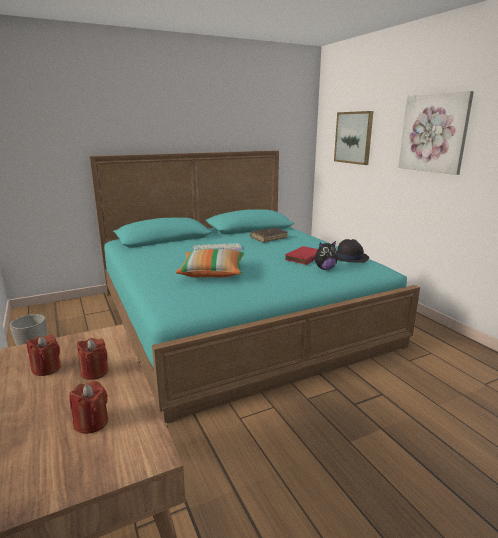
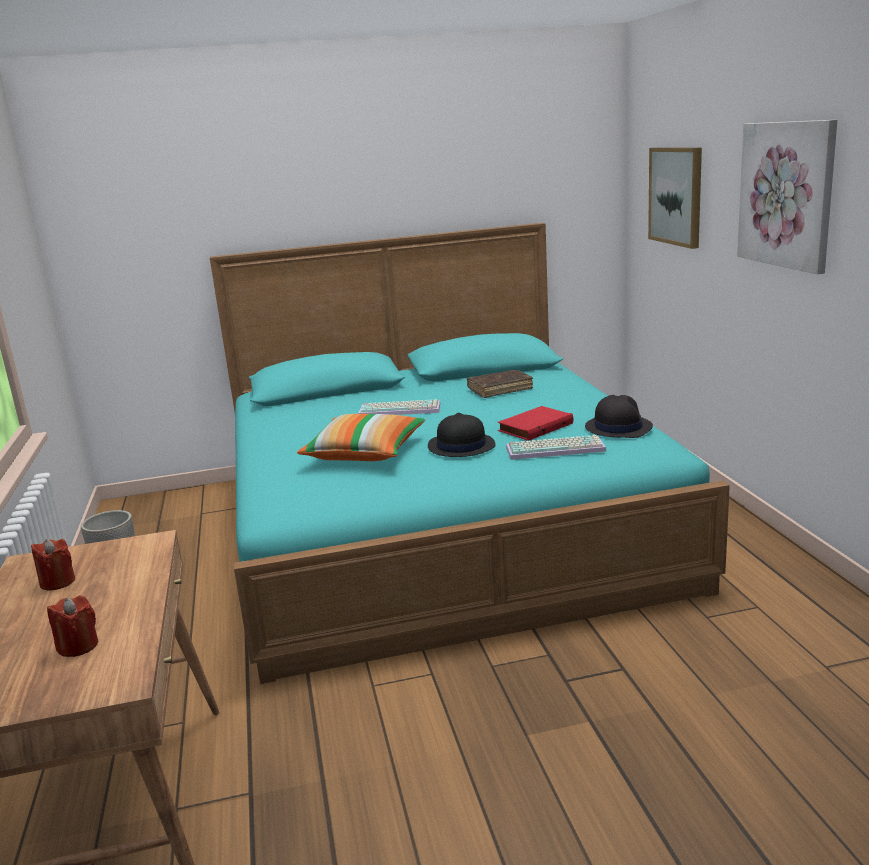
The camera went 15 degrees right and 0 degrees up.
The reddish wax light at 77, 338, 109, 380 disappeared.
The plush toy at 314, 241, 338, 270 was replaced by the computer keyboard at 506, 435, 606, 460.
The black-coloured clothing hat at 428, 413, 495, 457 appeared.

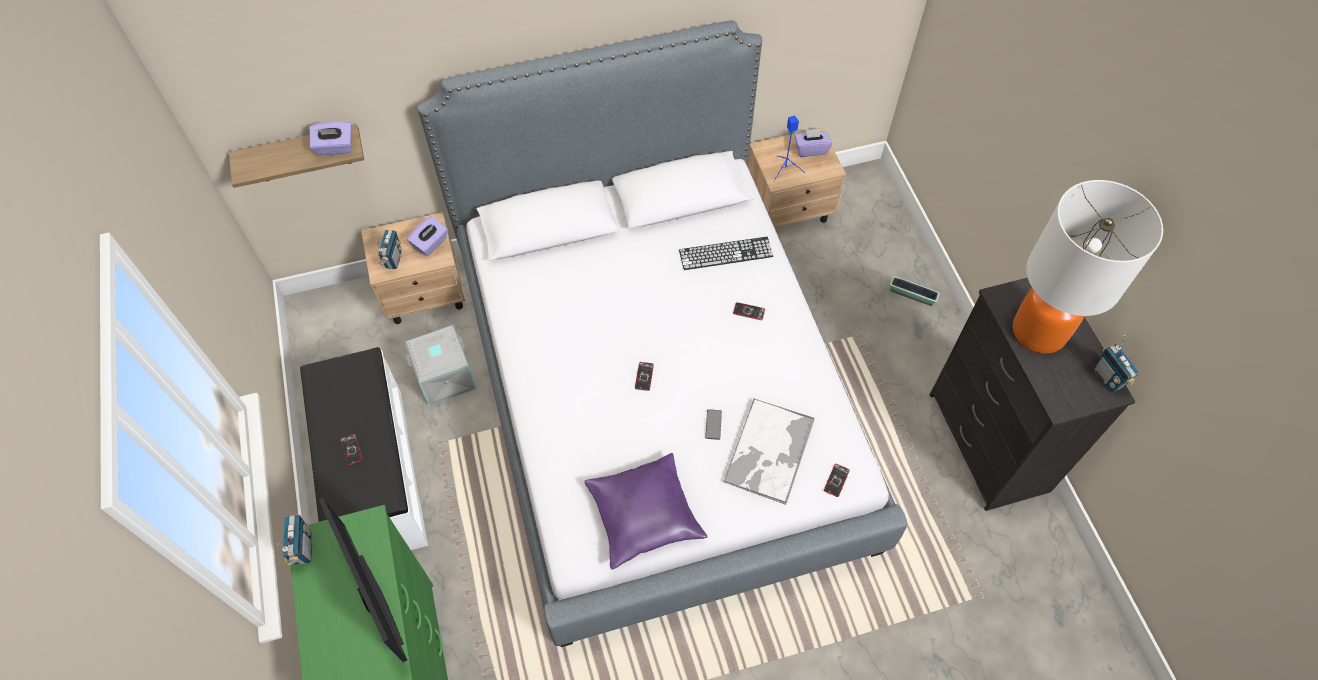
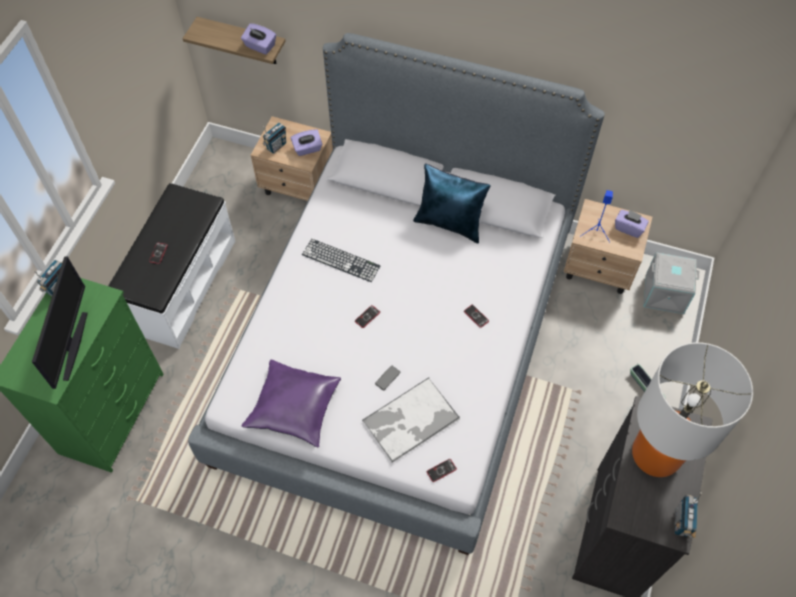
The camera went 35 degrees right and 0 degrees up.
The grey storage container moved from 405, 325, 476, 406 to 643, 252, 699, 314.
The computer keyboard moved from 679, 237, 774, 270 to 302, 239, 380, 282.
The bluish cushion at 413, 164, 491, 244 appeared.

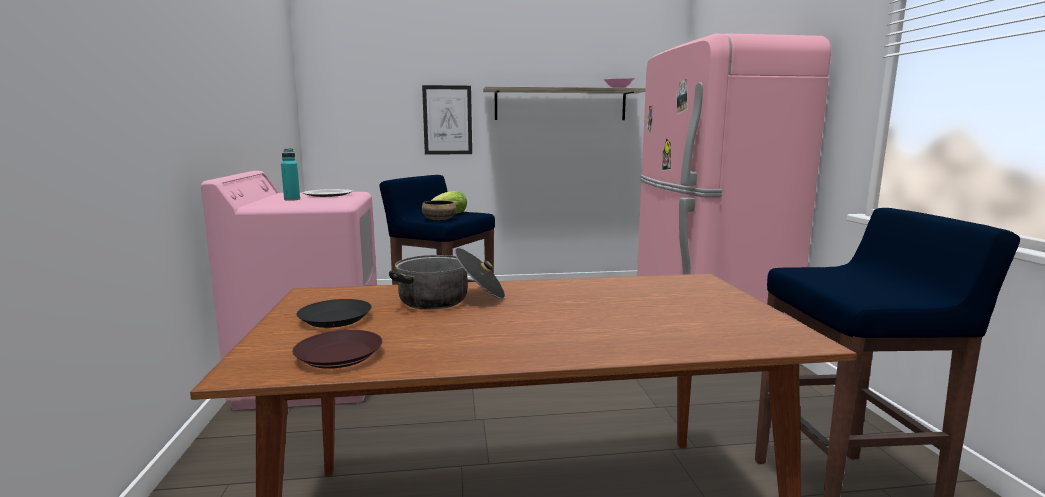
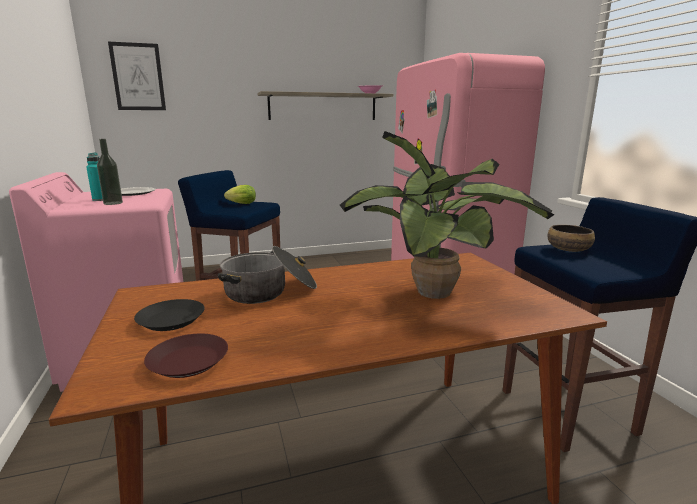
The camera went 10 degrees left and 5 degrees up.
The wall art moved from 422, 85, 472, 155 to 108, 42, 166, 110.
The bowl moved from 422, 200, 456, 220 to 547, 225, 595, 252.
The drink bottle at 97, 139, 123, 205 appeared.
The houseplant at 340, 131, 555, 299 appeared.

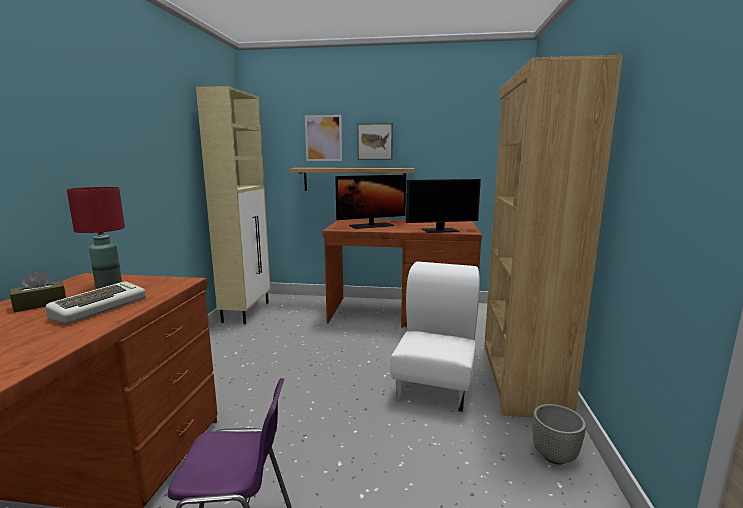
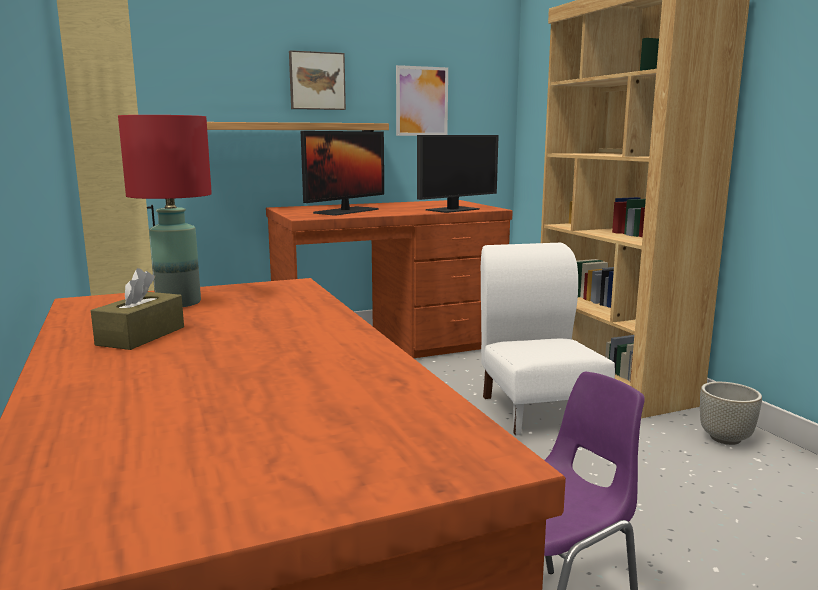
The camera went 30 degrees left and 0 degrees up.
The computer keyboard at 45, 281, 146, 324 disappeared.
The wall art moved from 305, 115, 342, 161 to 396, 65, 448, 136.

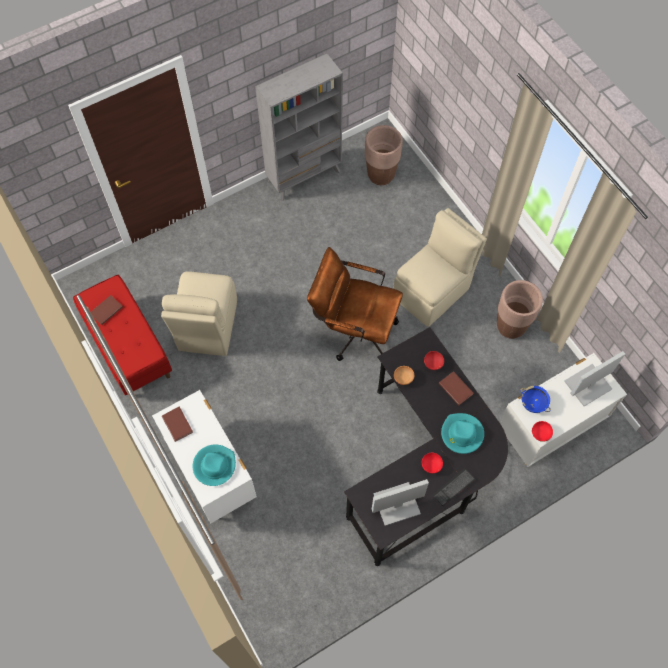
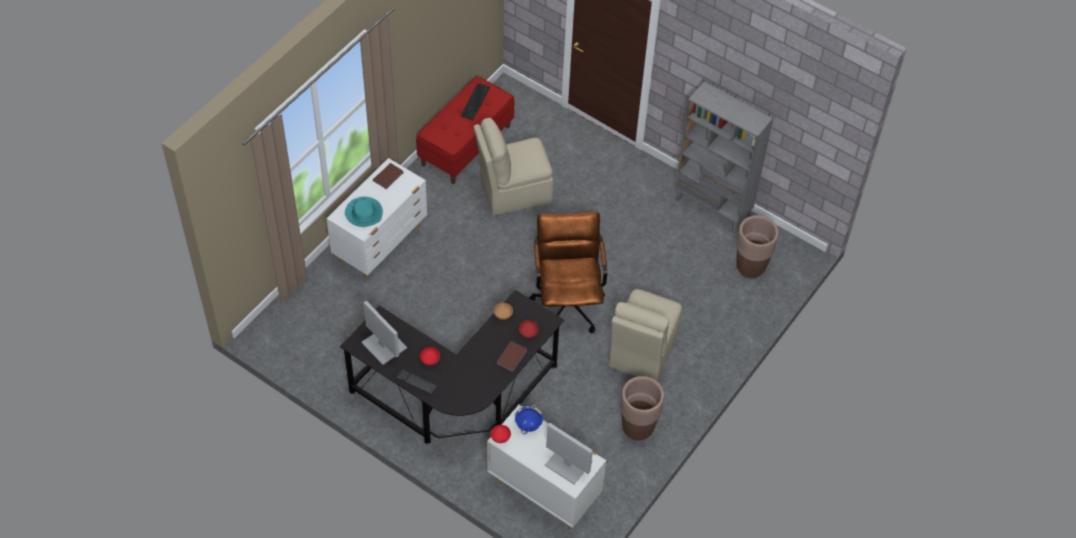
The camera went 65 degrees right and 10 degrees down.
The brownish bound book at 91, 295, 123, 325 was replaced by the computer keyboard at 461, 83, 490, 120.
The sand-coloured chair at 393, 208, 487, 327 turned 90 degrees clockwise.
The turquoise clothing hat at 441, 413, 484, 454 disappeared.

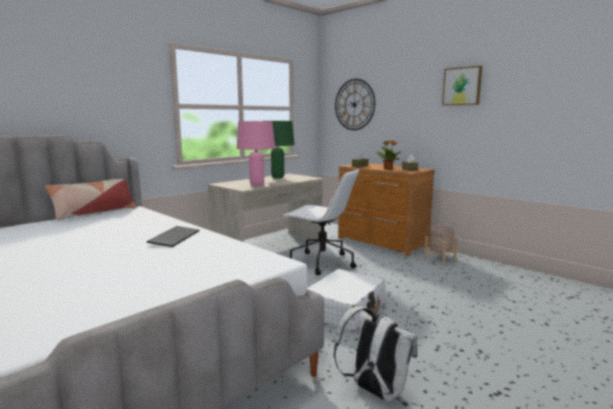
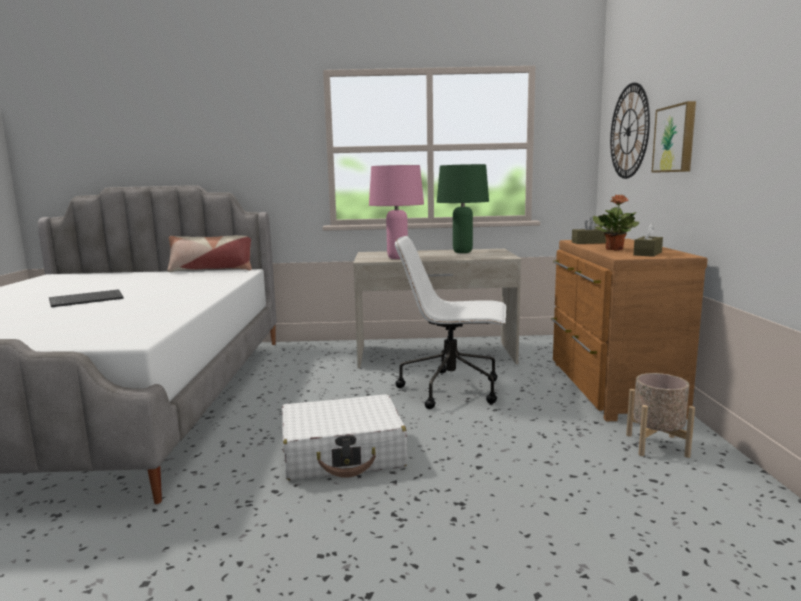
The camera went 45 degrees right and 0 degrees up.
The computer keyboard moved from 147, 226, 199, 247 to 49, 289, 124, 307.
The white-coloured computer chair at 282, 168, 359, 275 turned 120 degrees clockwise.
The white-coloured rucksack at 334, 307, 417, 402 disappeared.
The wall art moved from 442, 66, 482, 105 to 651, 101, 696, 173.

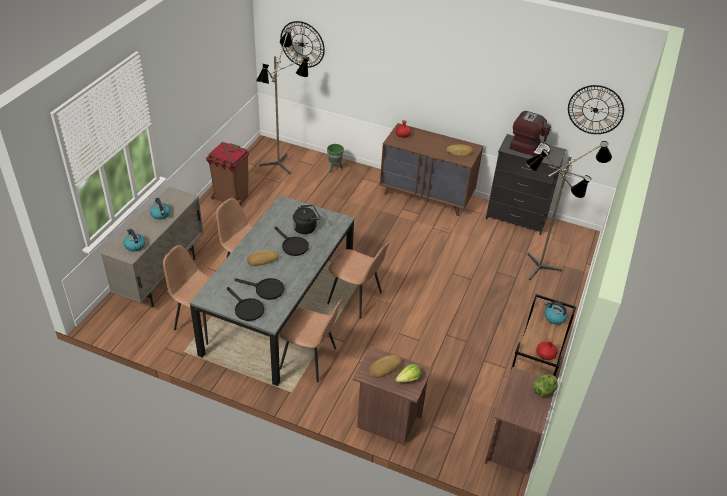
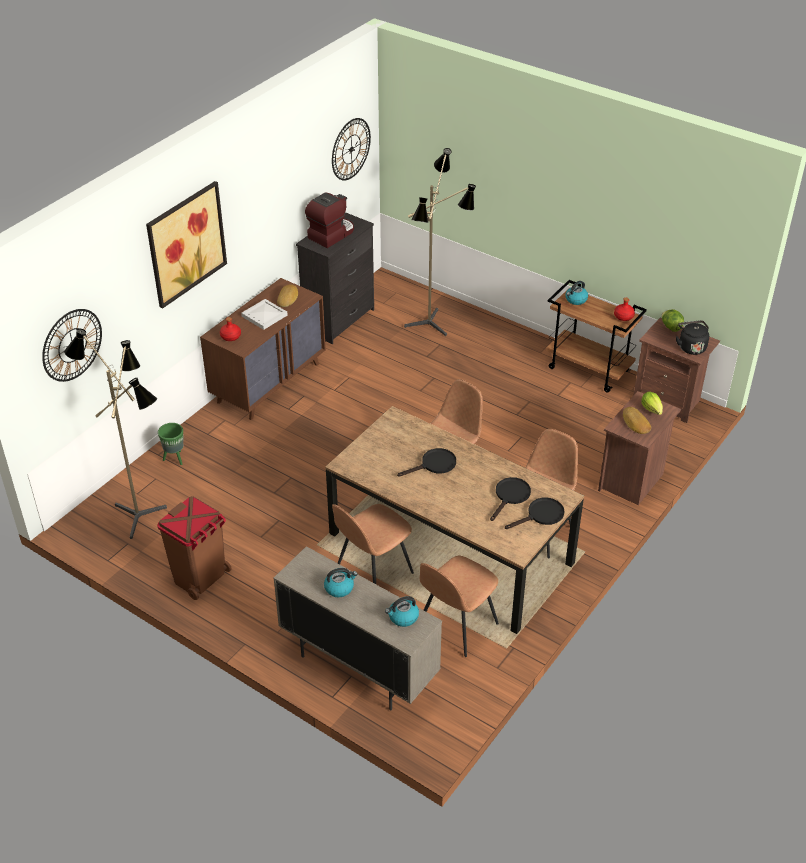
The camera went 75 degrees left and 0 degrees up.
The grey dinner table at 189, 195, 355, 386 became the brownish dinner table at 325, 406, 584, 634.
The bread at 247, 250, 279, 266 disappeared.
The black-coloured tea kettle moved from 293, 205, 321, 234 to 676, 320, 709, 355.
The wall art at 146, 181, 227, 309 appeared.
The white-coloured tray at 241, 299, 288, 330 appeared.

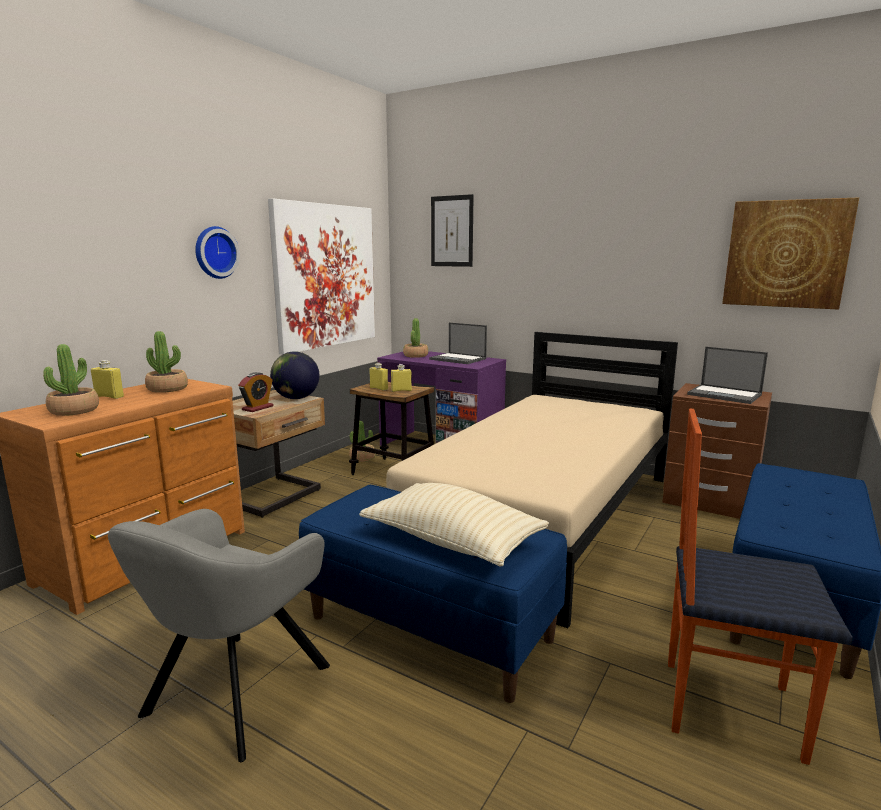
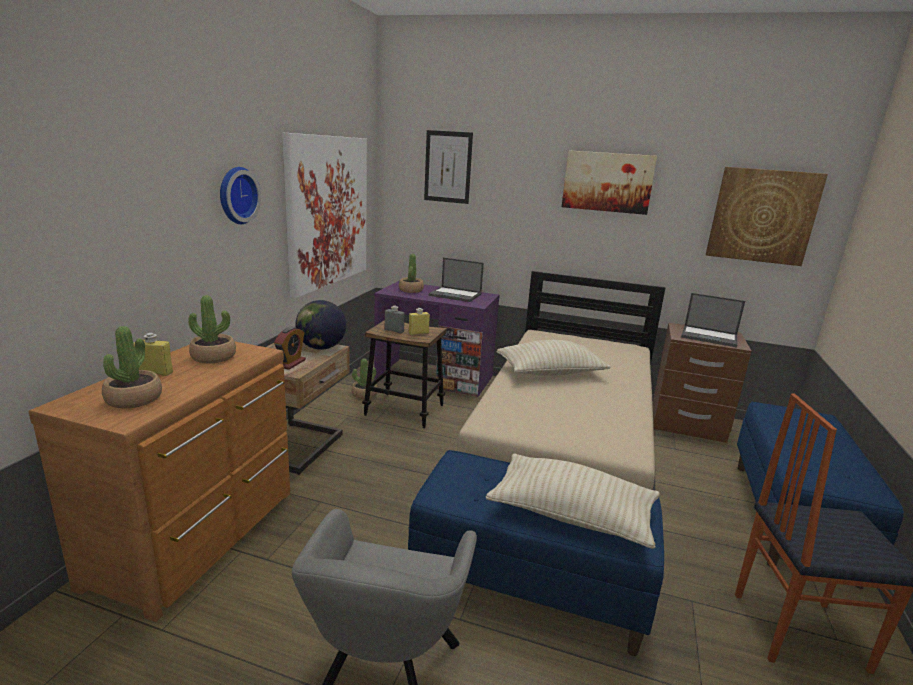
The camera went 15 degrees left and 5 degrees up.
The yellow-coloured drink bottle at 369, 363, 388, 391 became the grey drink bottle at 384, 305, 405, 334.
The sand-coloured cushion at 497, 340, 611, 376 appeared.
The wall art at 562, 150, 657, 215 appeared.

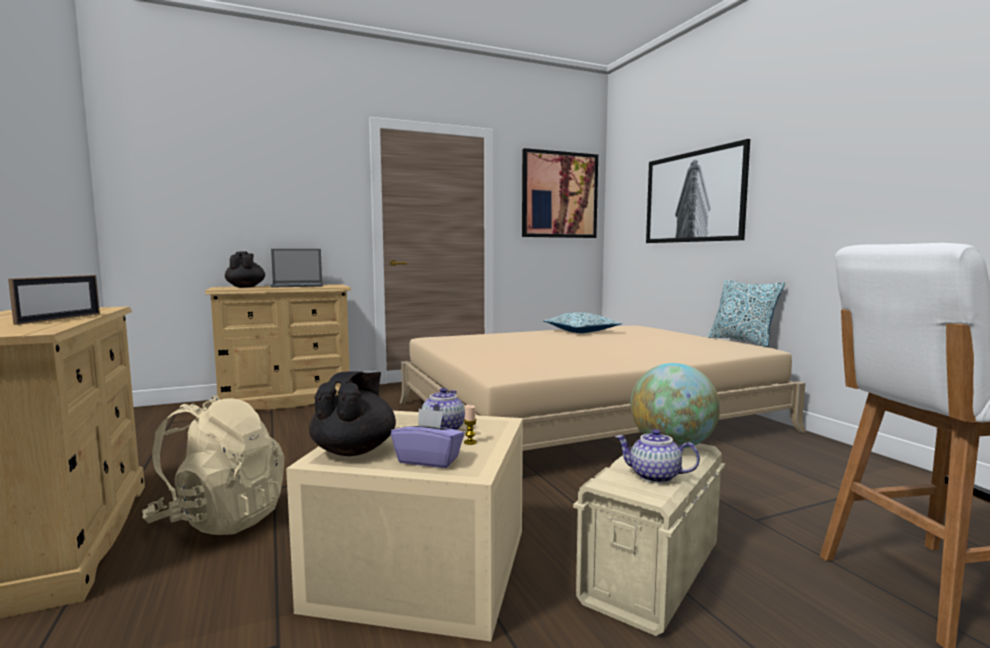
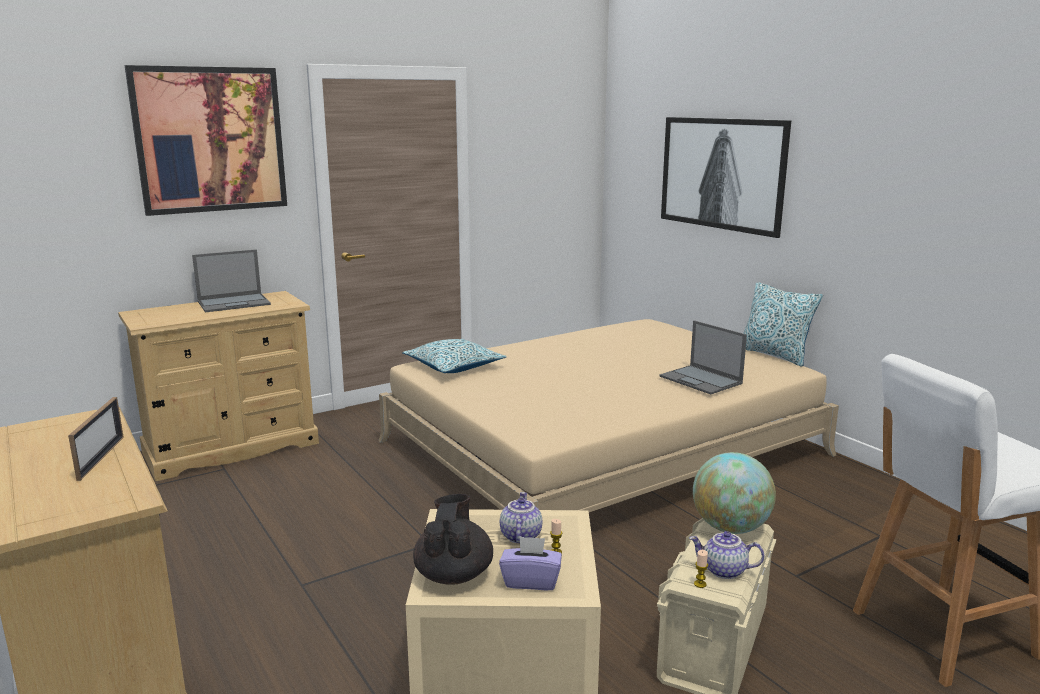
The camera went 10 degrees left and 10 degrees up.
The sand-coloured rucksack at 142, 396, 284, 535 disappeared.
The black-coloured pot for tea at 225, 251, 265, 288 disappeared.
The wall art moved from 522, 148, 598, 238 to 125, 65, 287, 216.
The cushion moved from 543, 312, 623, 333 to 403, 339, 507, 373.
The laptop at 659, 320, 747, 394 appeared.
The wax light at 694, 550, 708, 588 appeared.

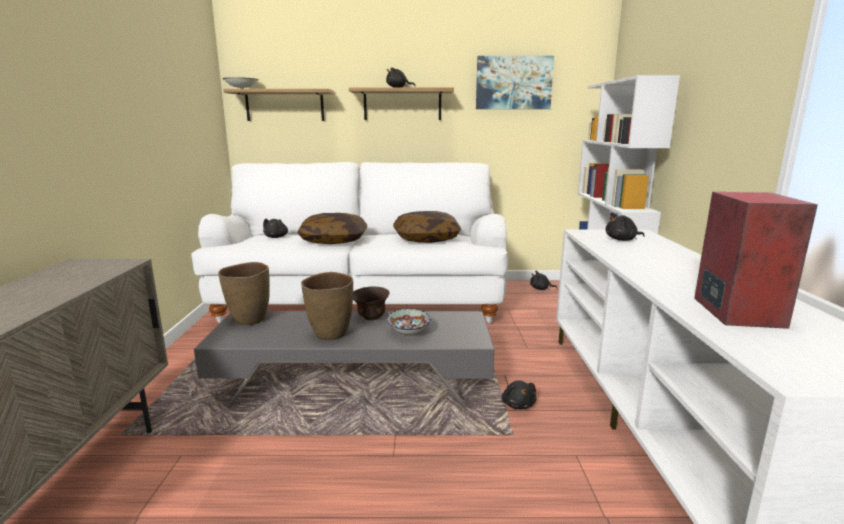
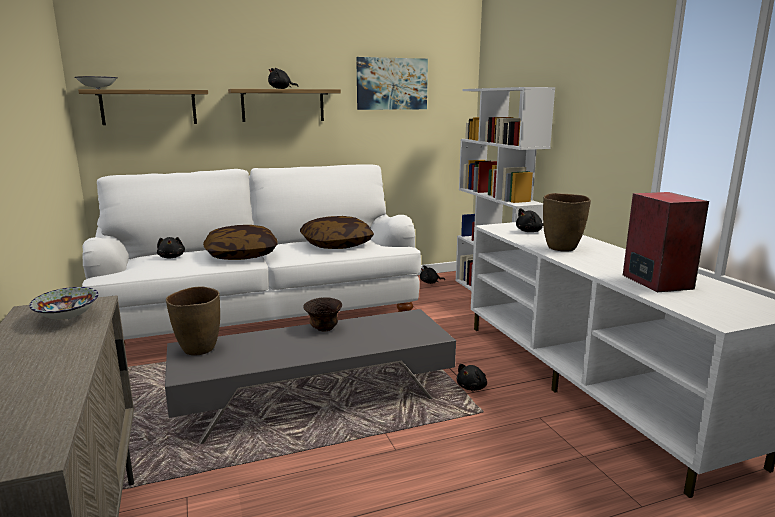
The camera went 20 degrees left and 0 degrees up.
The brownish vase moved from 301, 272, 353, 341 to 543, 193, 591, 252.
The bowl moved from 387, 309, 431, 334 to 29, 287, 99, 320.
The black-coloured plush toy at 502, 380, 536, 409 turned 75 degrees clockwise.

